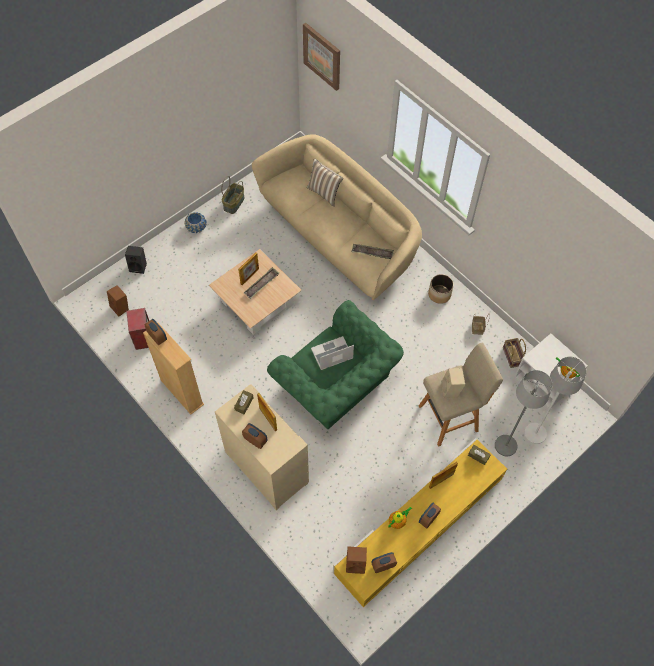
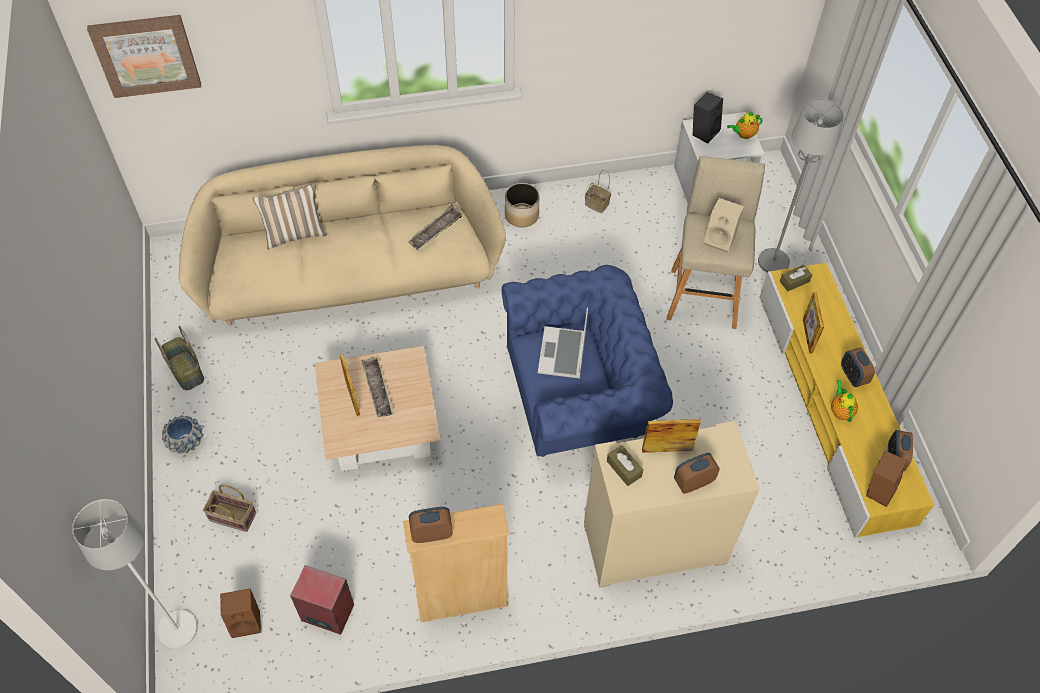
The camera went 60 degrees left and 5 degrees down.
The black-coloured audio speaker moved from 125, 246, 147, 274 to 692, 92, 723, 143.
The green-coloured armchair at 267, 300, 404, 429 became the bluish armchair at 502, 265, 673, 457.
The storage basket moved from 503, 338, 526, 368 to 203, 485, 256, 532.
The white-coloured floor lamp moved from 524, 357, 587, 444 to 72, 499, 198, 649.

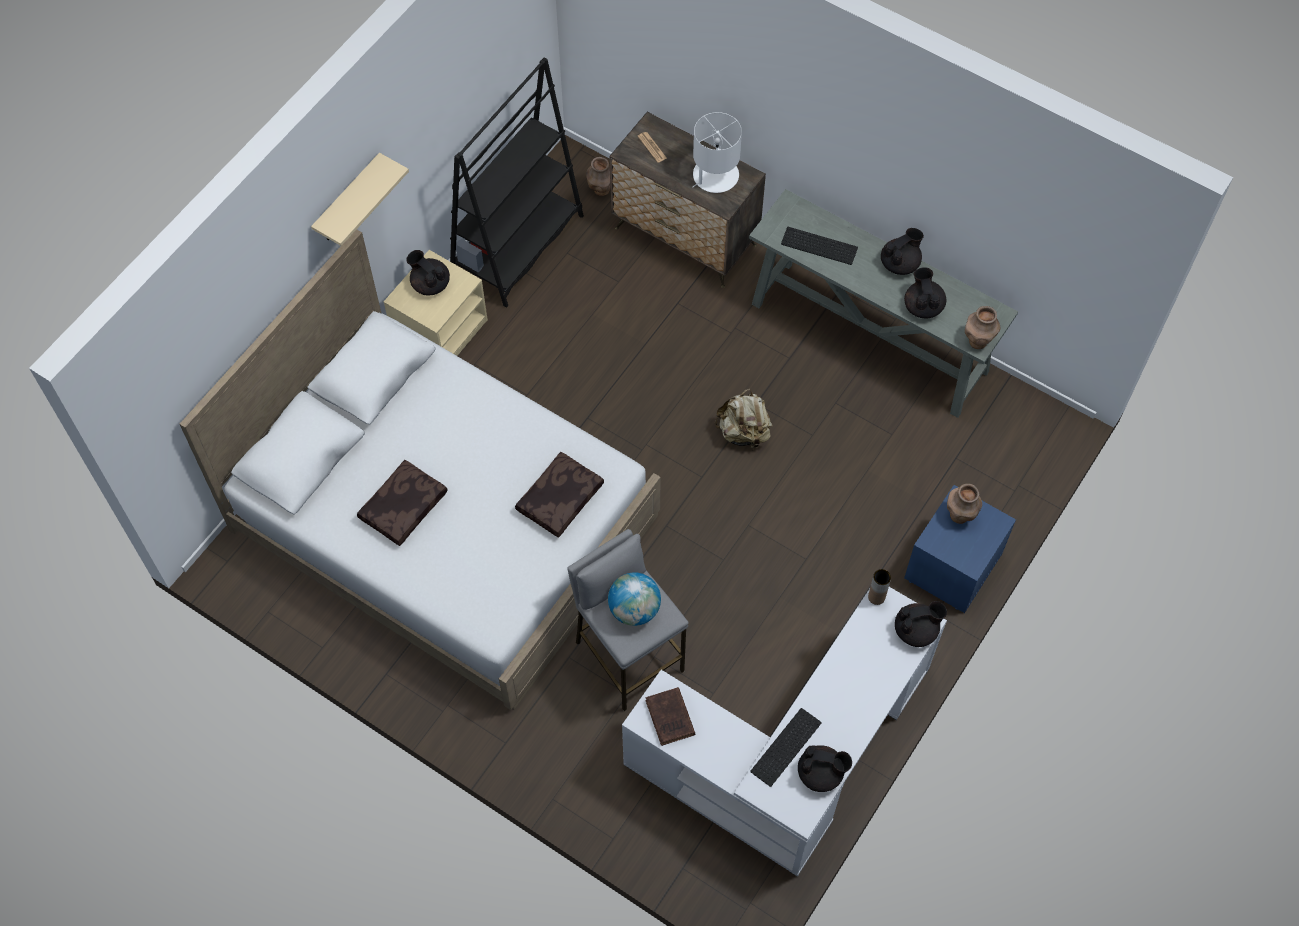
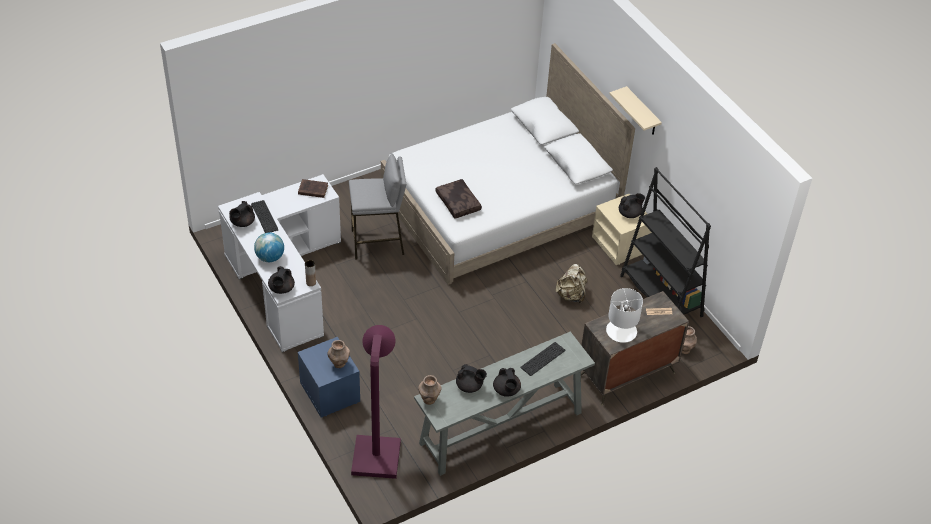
The camera went 115 degrees right and 15 degrees down.
The brownish cushion at 357, 460, 448, 546 disappeared.
The globe moved from 608, 572, 661, 626 to 254, 232, 284, 262.
The sand-coloured rucksack moved from 715, 389, 773, 451 to 555, 264, 587, 303.
The purple-coloured floor lamp at 351, 325, 401, 479 appeared.

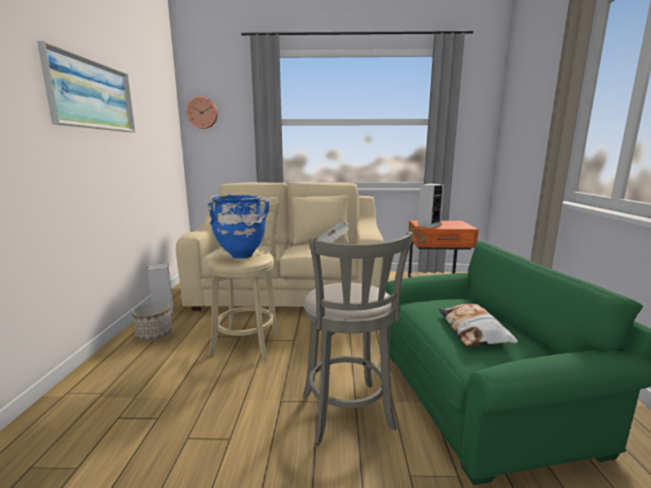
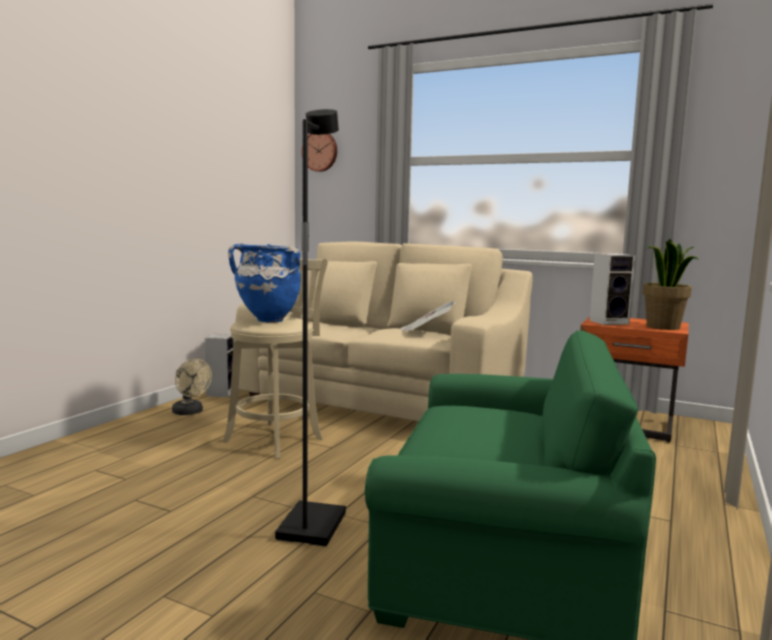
The camera went 25 degrees right and 5 degrees down.
The wall art at 37, 41, 135, 132 disappeared.
The flower pot at 132, 302, 172, 341 was replaced by the sand-coloured cooling fan at 172, 359, 212, 415.
The grey stool at 302, 232, 413, 444 was replaced by the black-coloured floor lamp at 275, 109, 346, 547.
The cushion at 439, 304, 518, 347 disappeared.
The houseplant at 643, 239, 699, 330 appeared.

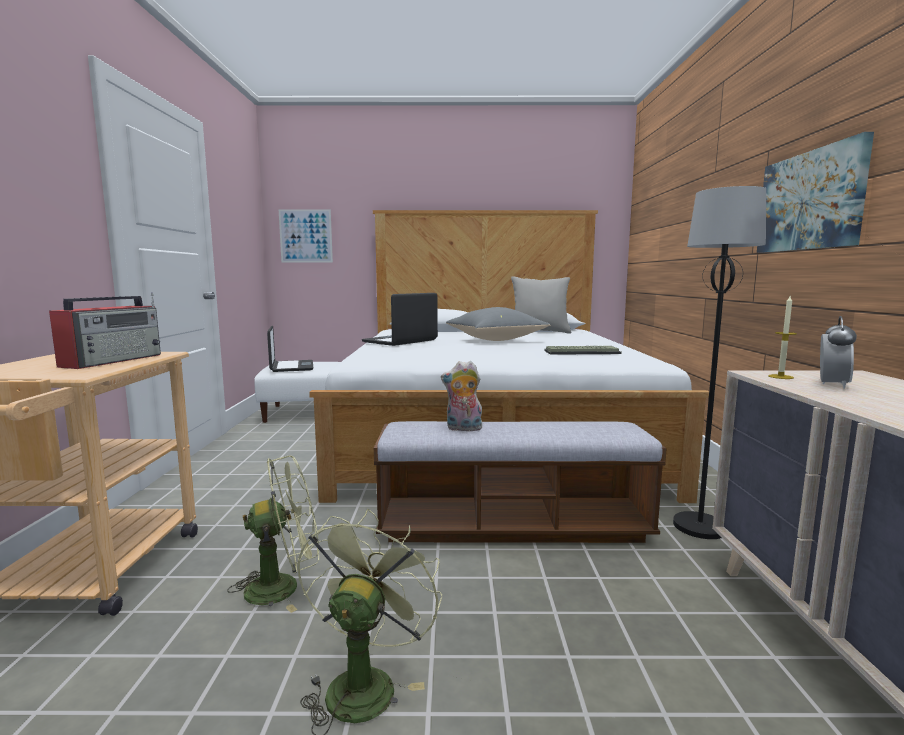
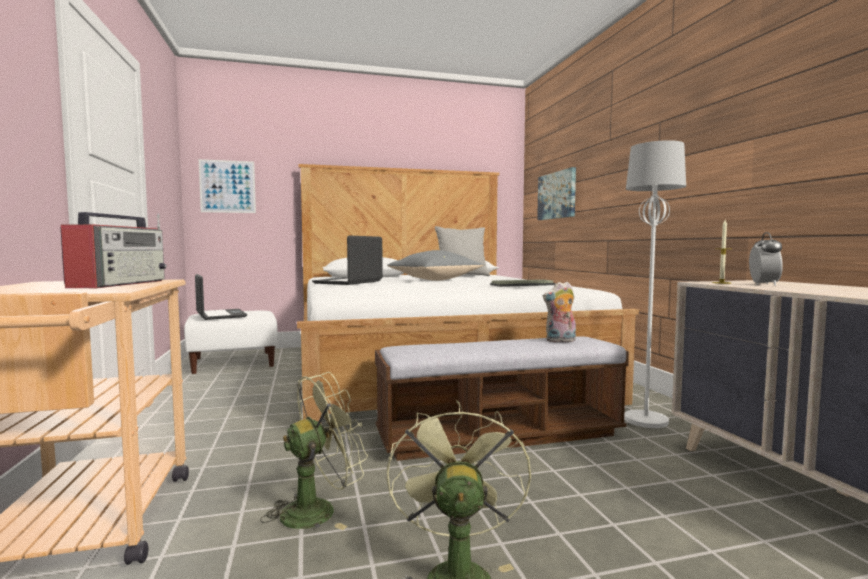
The camera went 15 degrees left and 5 degrees down.
The plush toy moved from 441, 361, 482, 431 to 543, 282, 576, 342.
The black-coloured floor lamp at 673, 186, 766, 539 became the white-coloured floor lamp at 624, 140, 686, 428.
The wall art moved from 757, 132, 874, 253 to 537, 167, 576, 220.

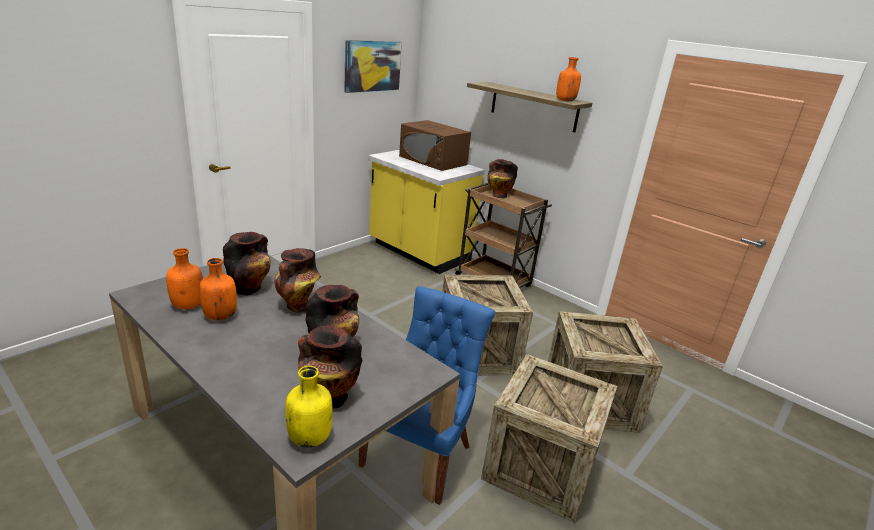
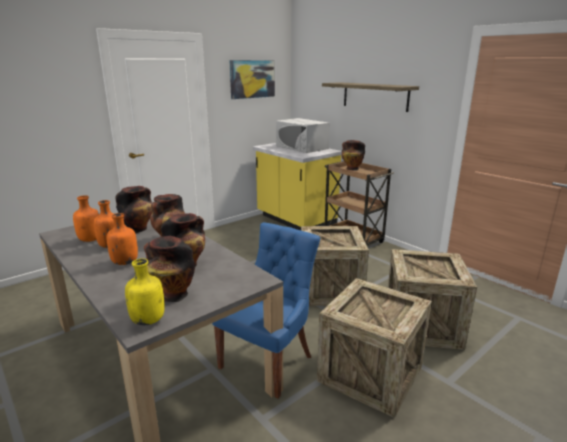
The camera went 10 degrees right and 5 degrees down.
The brownish microwave at 399, 120, 471, 171 became the white-coloured microwave at 276, 118, 330, 153.
The orangey drink bottle moved from 556, 57, 581, 101 to 106, 213, 138, 265.

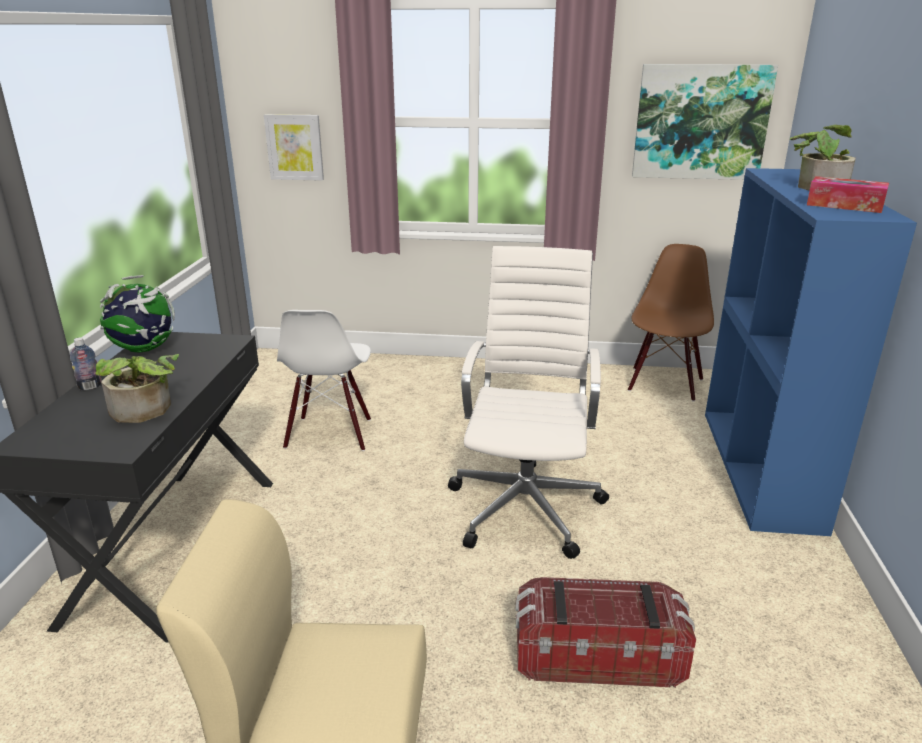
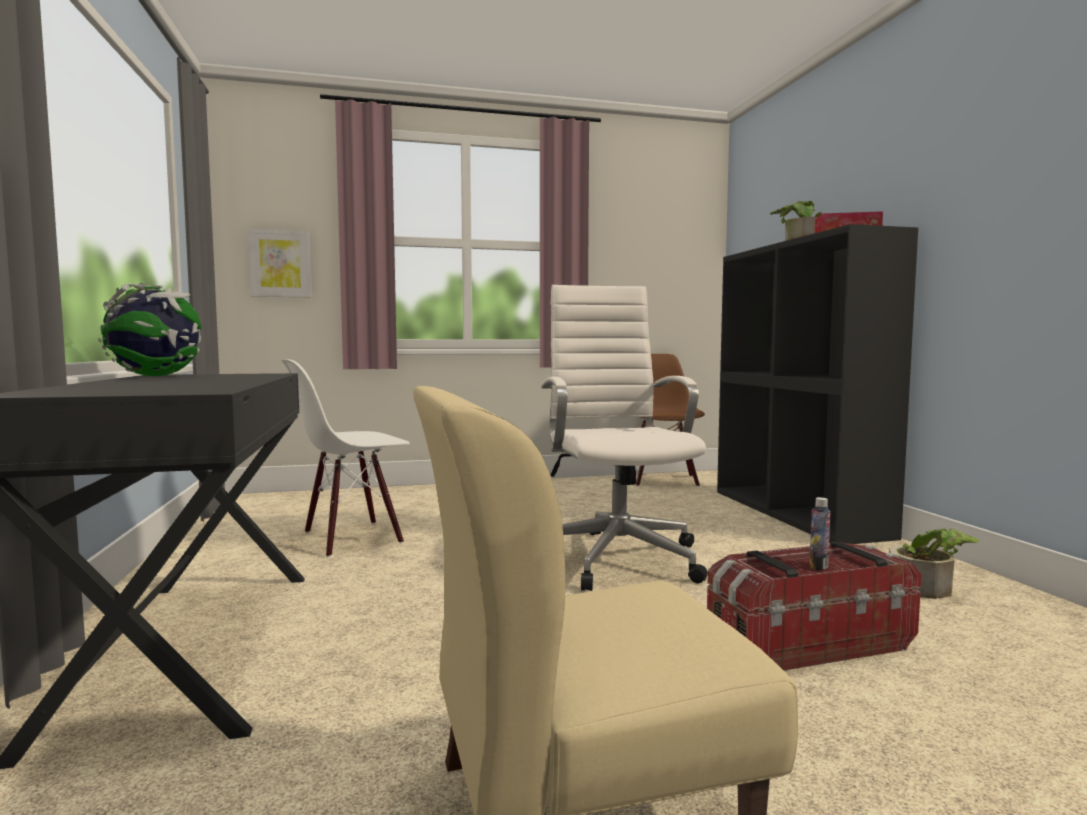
The camera went 20 degrees left and 20 degrees down.
The drink bottle moved from 70, 337, 102, 390 to 809, 497, 831, 570.
The houseplant moved from 95, 354, 179, 423 to 889, 528, 980, 599.
The white-coloured chair at 277, 310, 371, 451 turned 75 degrees clockwise.
The wall art at 632, 64, 778, 180 disappeared.
The bluish bookshelf at 705, 168, 917, 536 became the black-coloured bookshelf at 717, 224, 918, 544.

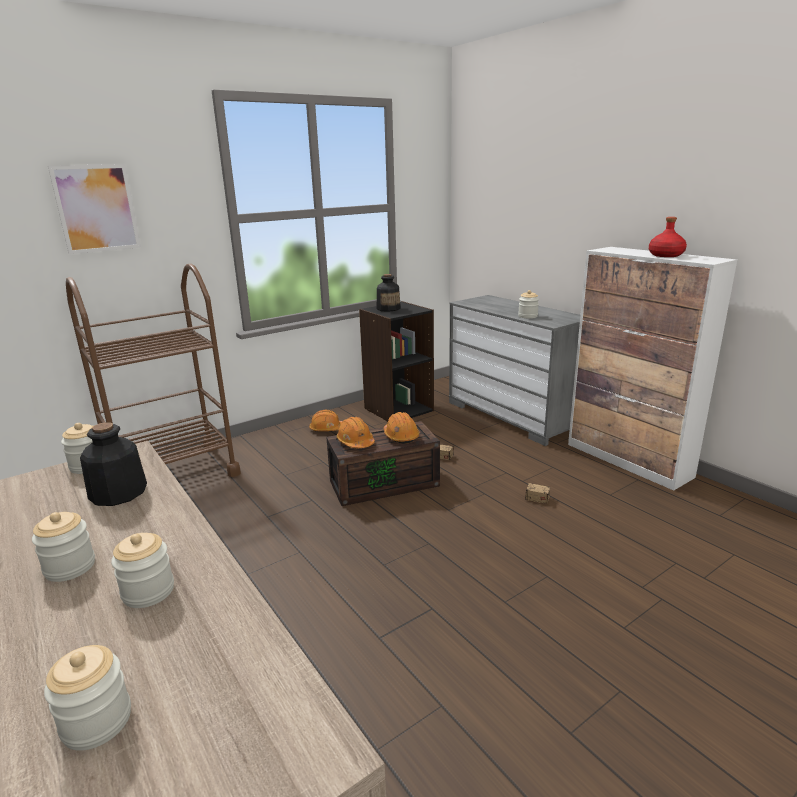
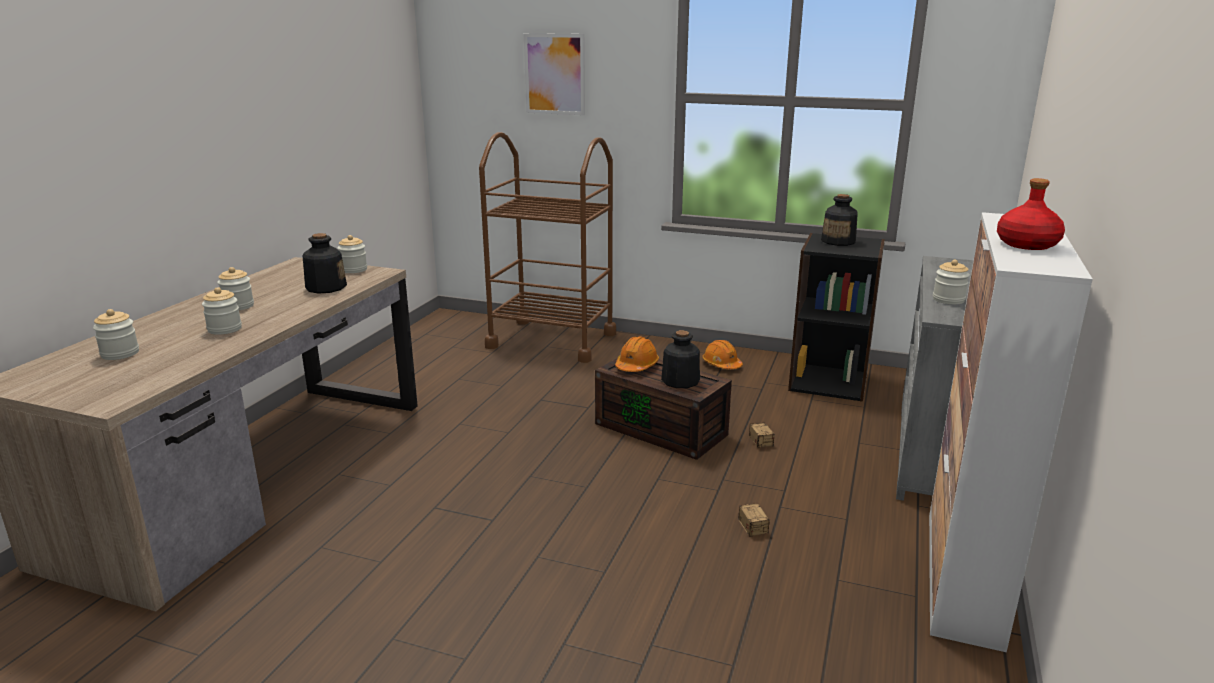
The camera went 55 degrees right and 0 degrees up.
The orangey safety helmet at 384, 412, 419, 444 was replaced by the drink bottle at 661, 330, 700, 388.

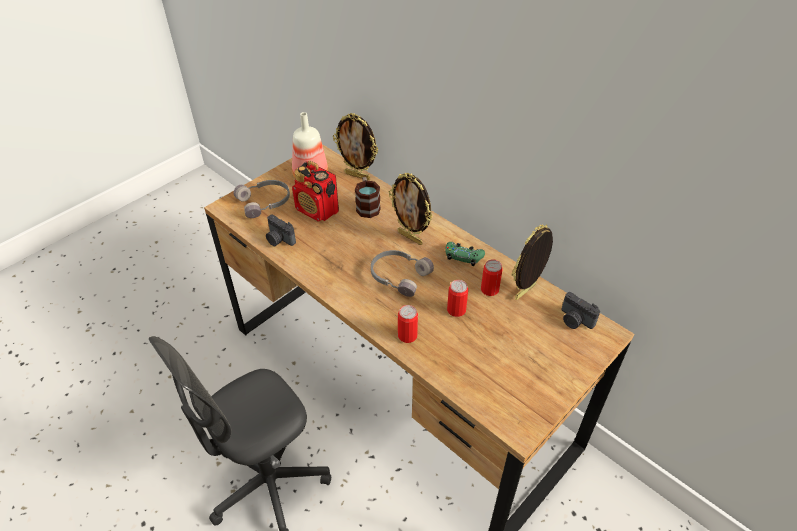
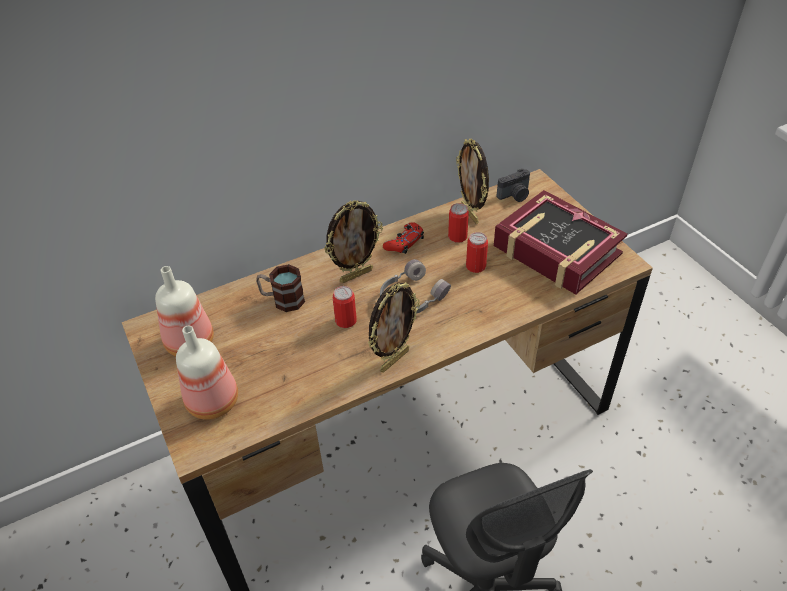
The camera went 70 degrees left and 0 degrees up.
The grey pair of headphones at 234, 180, 290, 218 was replaced by the drink bottle at 176, 326, 238, 420.
The photo camera at 266, 214, 296, 246 disappeared.
The radio receiver at 292, 161, 339, 222 disappeared.
The standing frame moved from 333, 113, 378, 180 to 368, 282, 420, 373.
The metal can moved from 398, 305, 418, 343 to 333, 286, 357, 328.
The green-coloured joypad at 445, 242, 485, 266 became the reddish joypad at 383, 222, 424, 254.
The bound book at 494, 190, 627, 295 appeared.

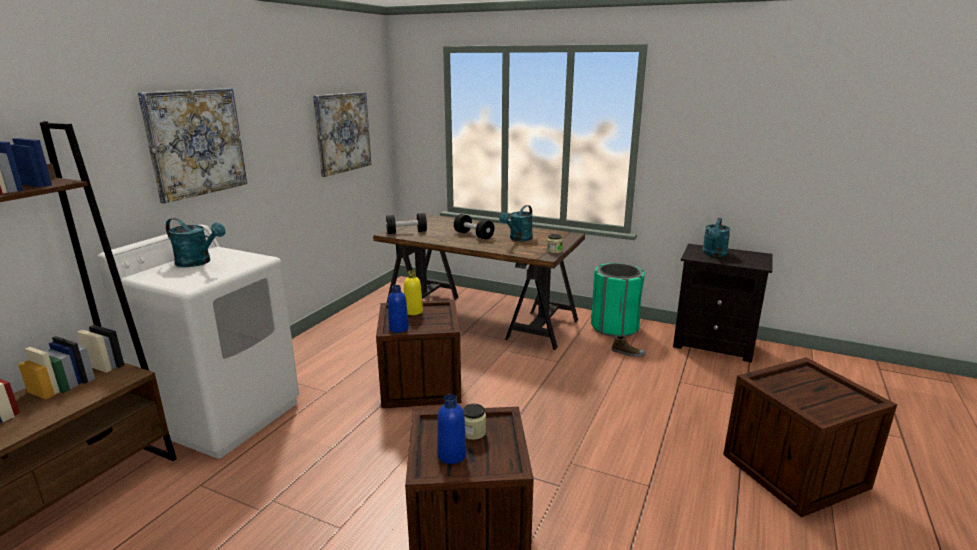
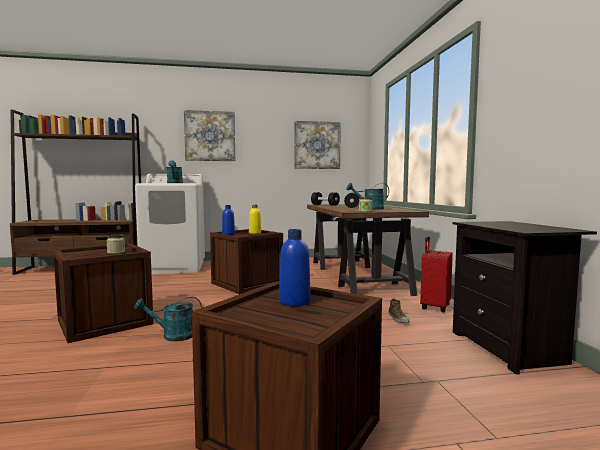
The camera went 55 degrees right and 15 degrees down.
The bluish drink bottle moved from 437, 394, 466, 464 to 279, 229, 311, 306.
The green-coloured trash can at 591, 263, 645, 337 was replaced by the reddish travel case at 420, 236, 453, 312.
The turquoise sprinkling can moved from 702, 218, 731, 257 to 134, 297, 202, 342.

